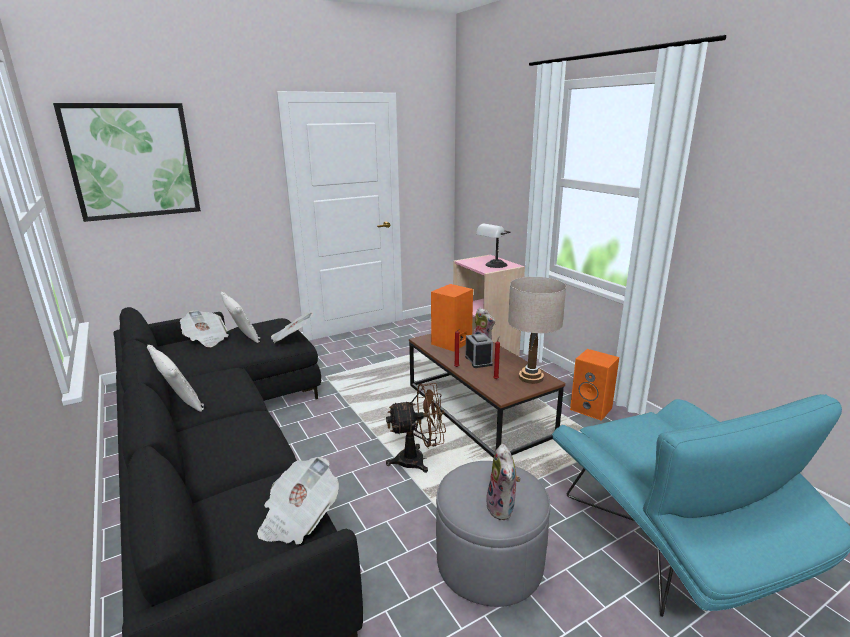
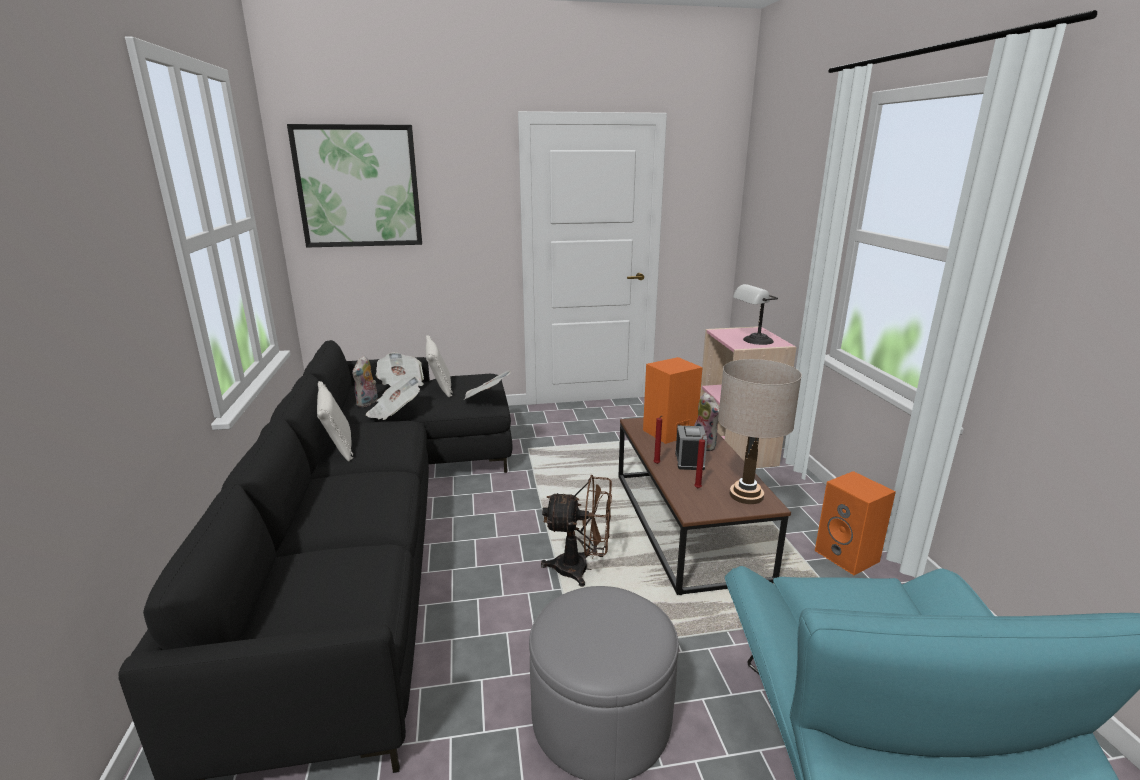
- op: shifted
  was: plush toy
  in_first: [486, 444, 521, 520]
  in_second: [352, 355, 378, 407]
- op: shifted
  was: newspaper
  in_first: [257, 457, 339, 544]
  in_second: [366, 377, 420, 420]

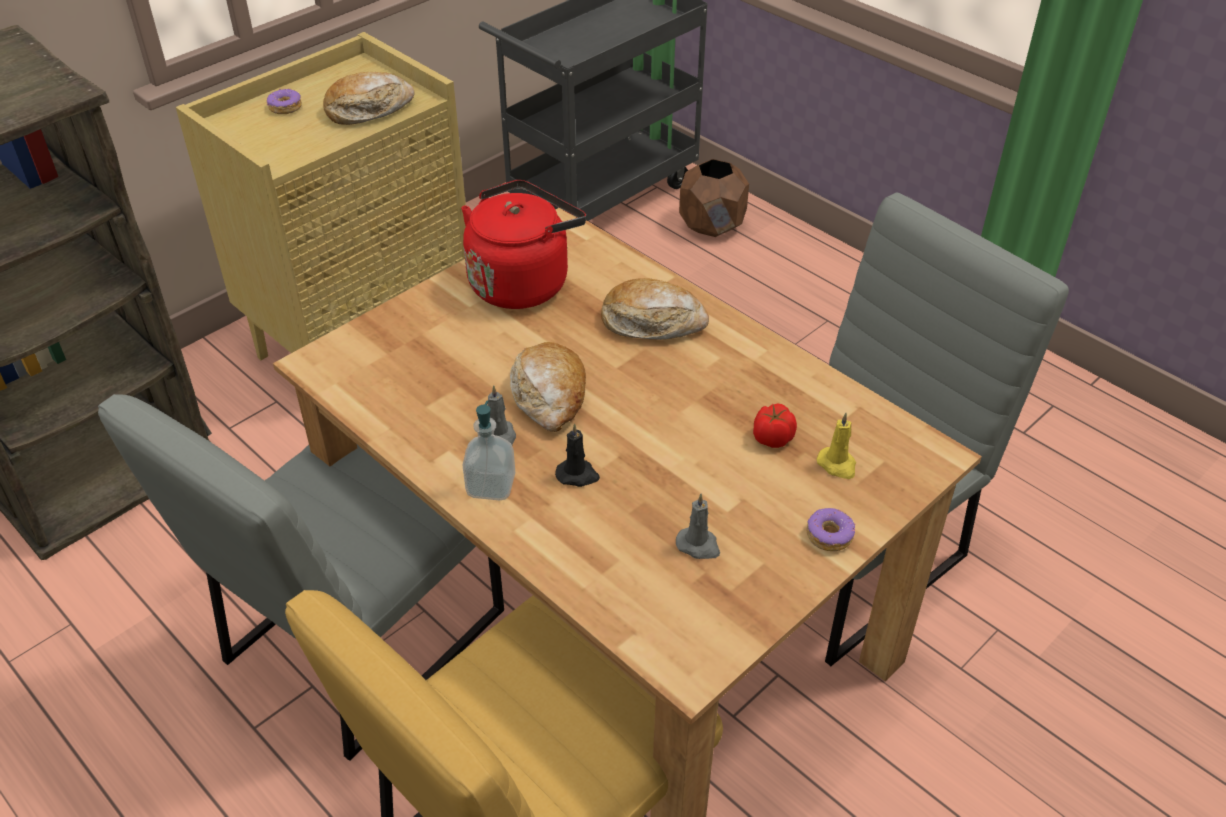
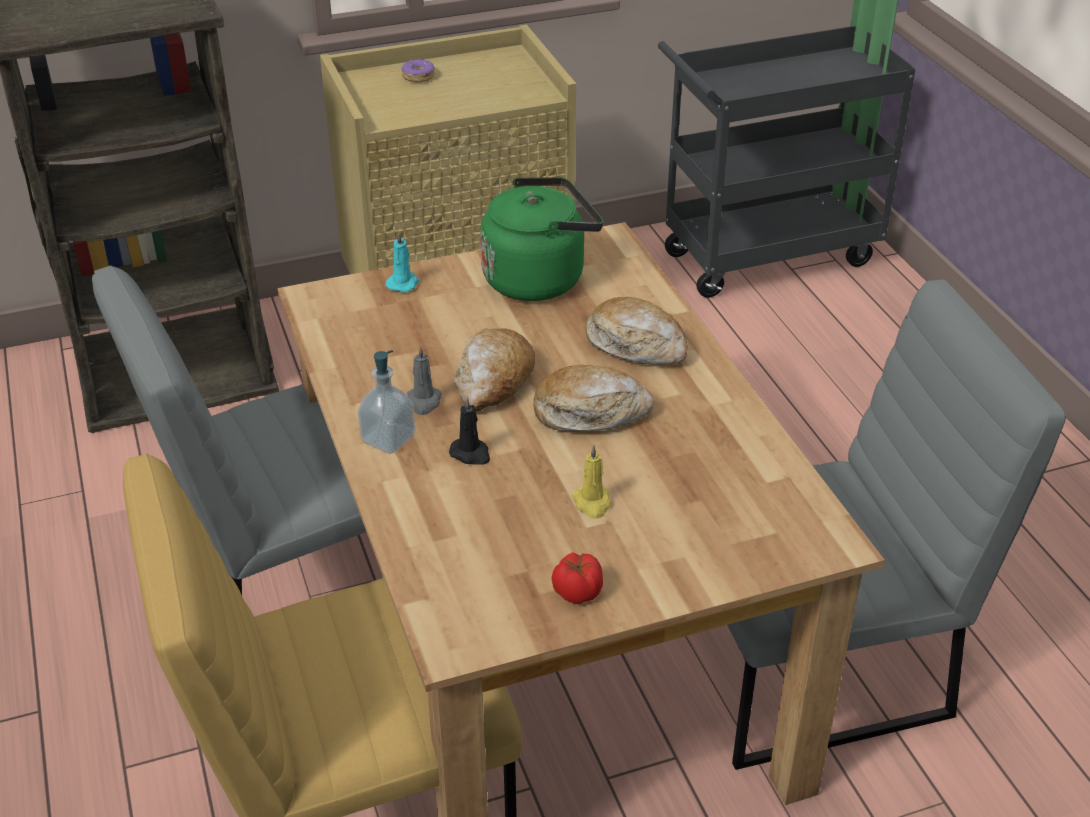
- op: new
  now: turquoise candle
  in_second: [385, 232, 419, 292]
- op: repainted
  was: red kettle
  now: green kettle
  in_first: [461, 180, 586, 309]
  in_second: [480, 177, 603, 301]
- op: shifted
  was: bread
  in_first: [323, 72, 415, 125]
  in_second: [533, 365, 654, 431]
- op: shifted
  was: tomato
  in_first: [753, 404, 797, 448]
  in_second: [551, 552, 603, 604]
- op: shifted
  was: yellow candle
  in_first: [817, 413, 856, 479]
  in_second: [572, 445, 611, 519]
- op: gone
  was: grey candle
  in_first: [676, 494, 720, 559]
- op: gone
  was: brown planter
  in_first: [679, 159, 749, 237]
- op: gone
  was: donut
  in_first: [807, 508, 855, 551]

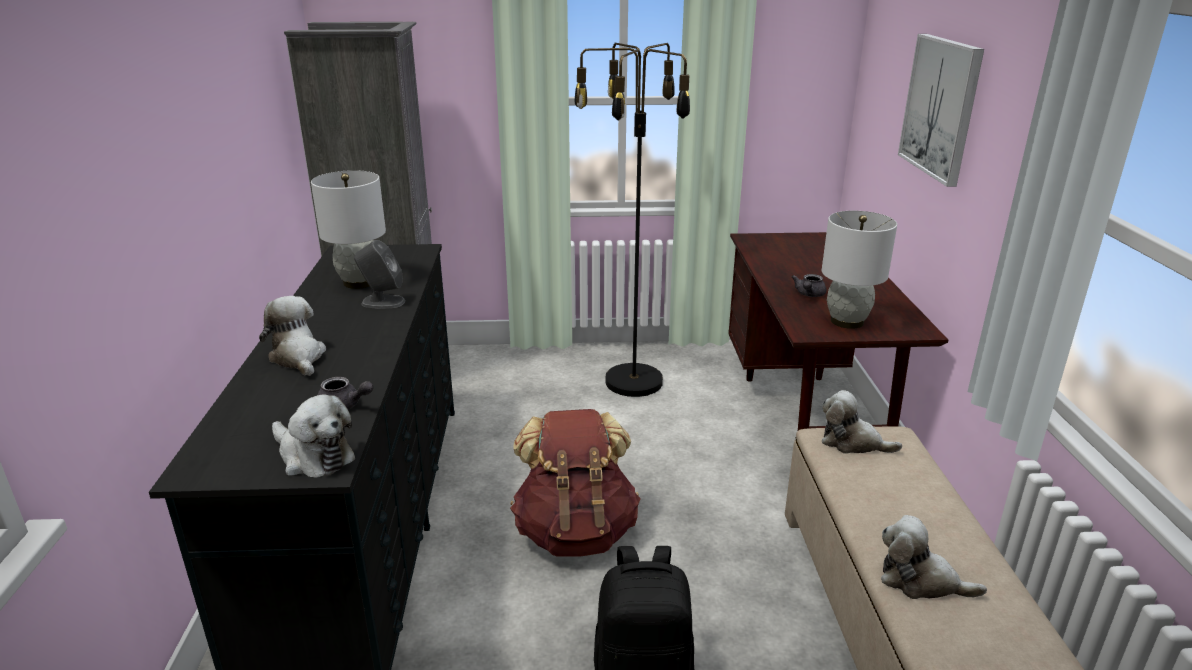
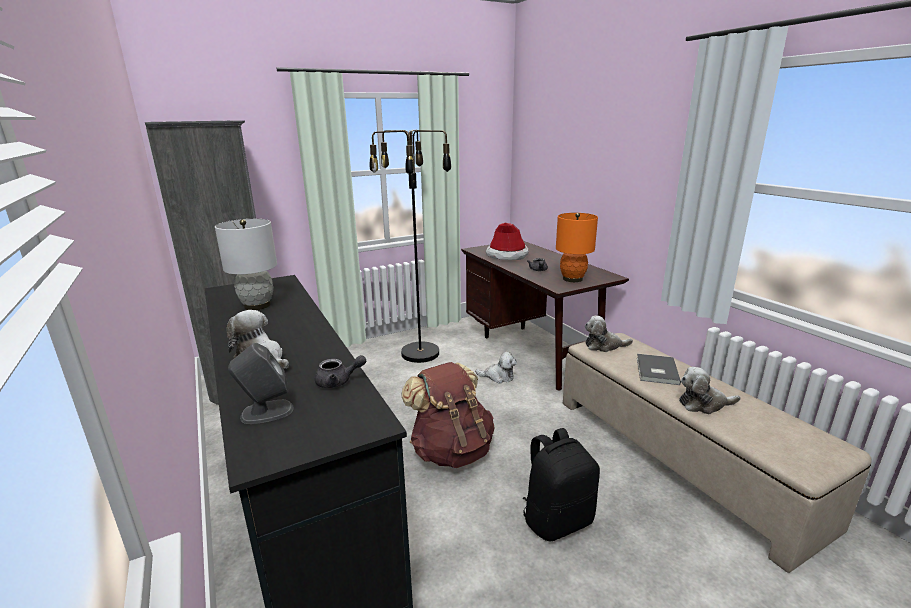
- op: shifted
  was: grey speaker
  in_first: [354, 240, 405, 309]
  in_second: [228, 343, 294, 424]
- op: shifted
  was: plush toy
  in_first: [272, 394, 355, 478]
  in_second: [475, 352, 517, 384]
- op: new
  now: hat
  in_second: [486, 223, 529, 260]
- op: repainted
  was: white table lamp
  now: orange table lamp
  in_first: [822, 211, 897, 329]
  in_second: [556, 213, 598, 282]
- op: new
  now: grey book
  in_second: [637, 354, 681, 385]
- op: gone
  was: picture
  in_first: [898, 34, 984, 187]

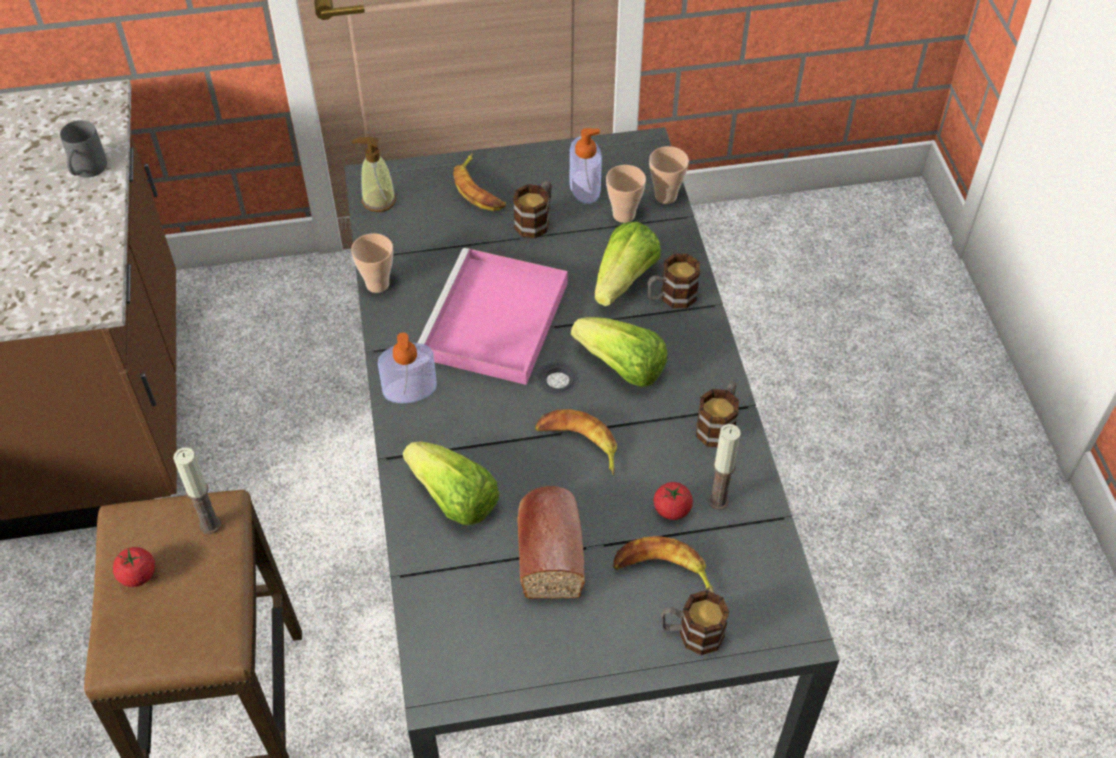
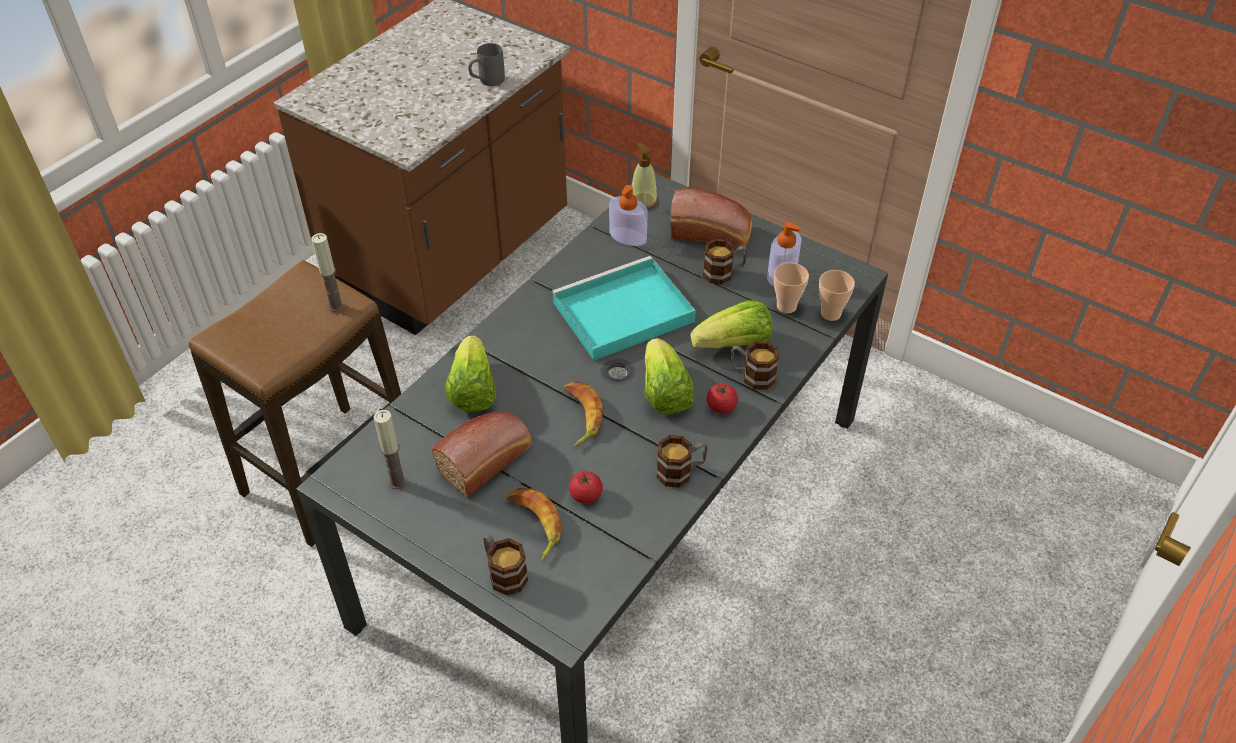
- op: shifted
  was: candle
  in_first: [708, 424, 741, 510]
  in_second: [373, 410, 407, 489]
- op: repainted
  was: pink tray
  now: turquoise tray
  in_first: [418, 248, 568, 385]
  in_second: [552, 256, 696, 360]
- op: shifted
  was: soap dispenser
  in_first: [378, 332, 437, 403]
  in_second: [609, 185, 648, 246]
- op: swapped
  was: banana
  now: bread
  in_first: [453, 153, 506, 211]
  in_second: [670, 188, 753, 247]
- op: shifted
  was: tomato
  in_first: [113, 547, 155, 587]
  in_second: [707, 383, 738, 413]
- op: gone
  was: cup
  in_first: [351, 233, 393, 293]

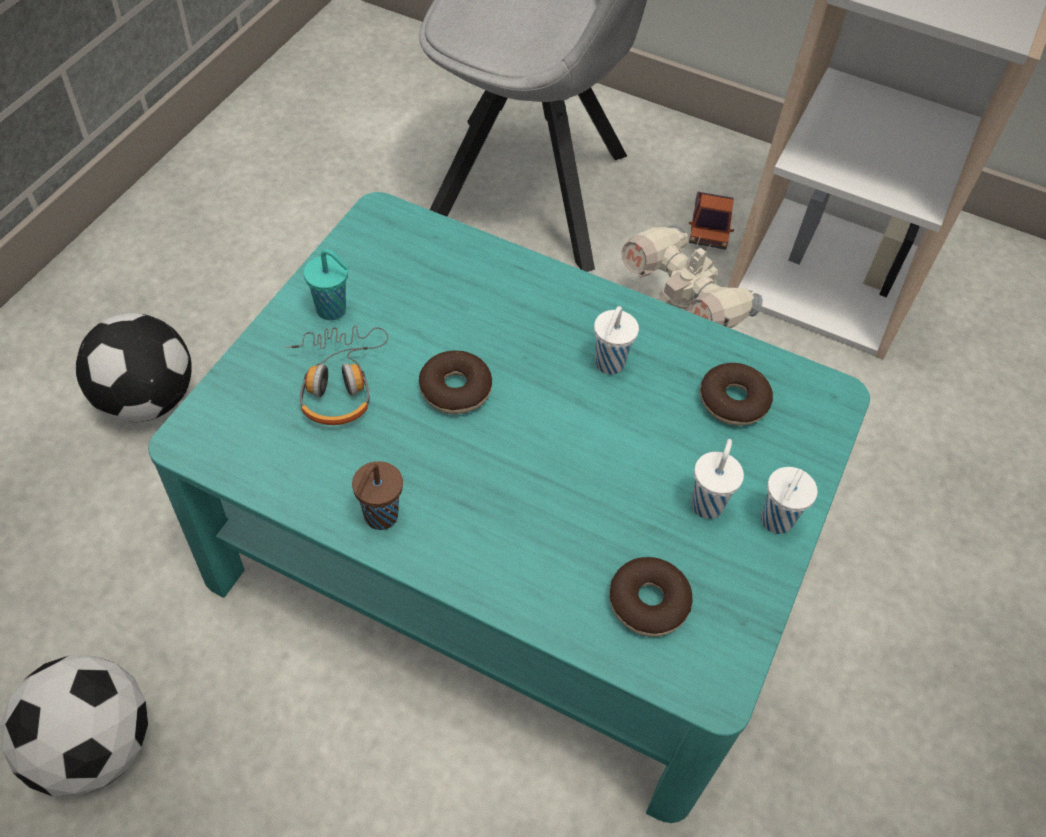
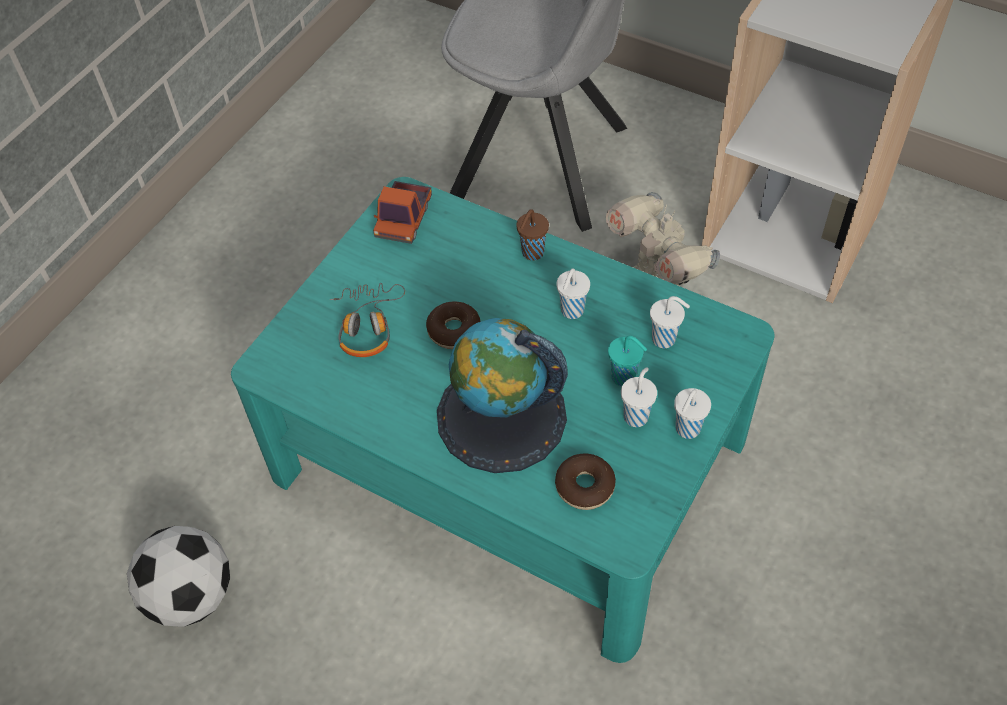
- op: shifted
  was: toy truck
  in_first: [689, 192, 734, 250]
  in_second: [373, 181, 432, 244]
- op: new
  now: globe
  in_second: [437, 318, 568, 473]
- op: shifted
  was: brown cup
  in_first: [352, 461, 403, 530]
  in_second: [516, 209, 549, 260]
- op: shifted
  was: turquoise cup
  in_first: [304, 249, 349, 320]
  in_second: [608, 335, 647, 386]
- op: swapped
  was: donut
  now: white cup
  in_first: [700, 363, 773, 426]
  in_second: [650, 296, 690, 348]
- op: gone
  was: football
  in_first: [76, 313, 192, 422]

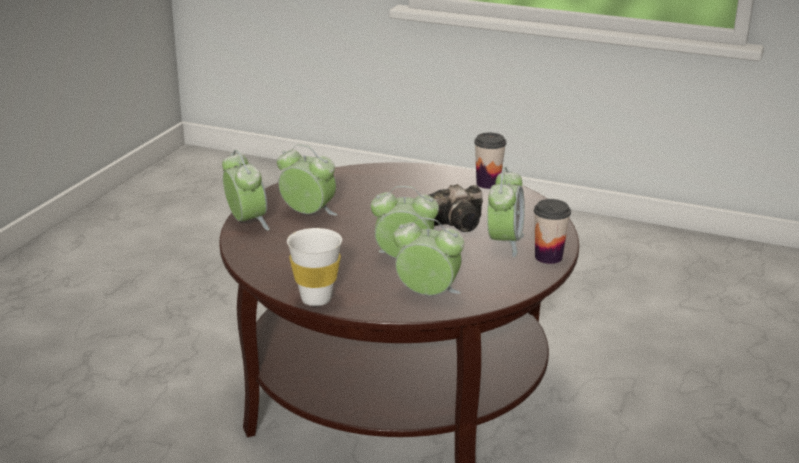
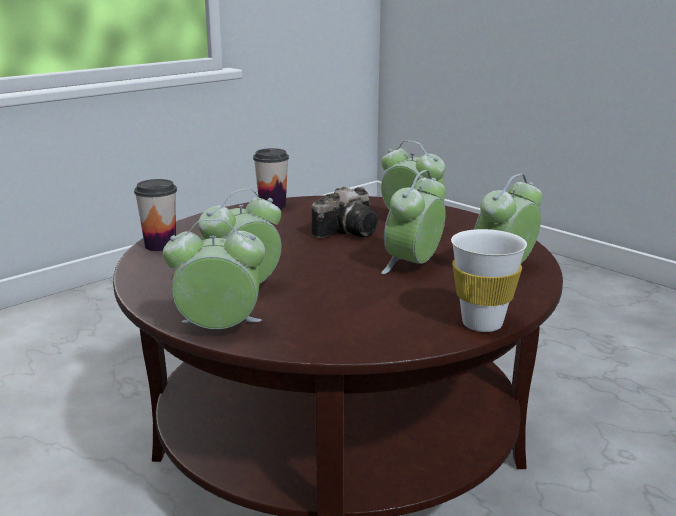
- op: shifted
  was: cup
  in_first: [534, 199, 571, 264]
  in_second: [134, 179, 177, 251]
- op: rotated
  was: photo camera
  in_first: [429, 184, 483, 232]
  in_second: [311, 187, 378, 238]
  clockwise: 45

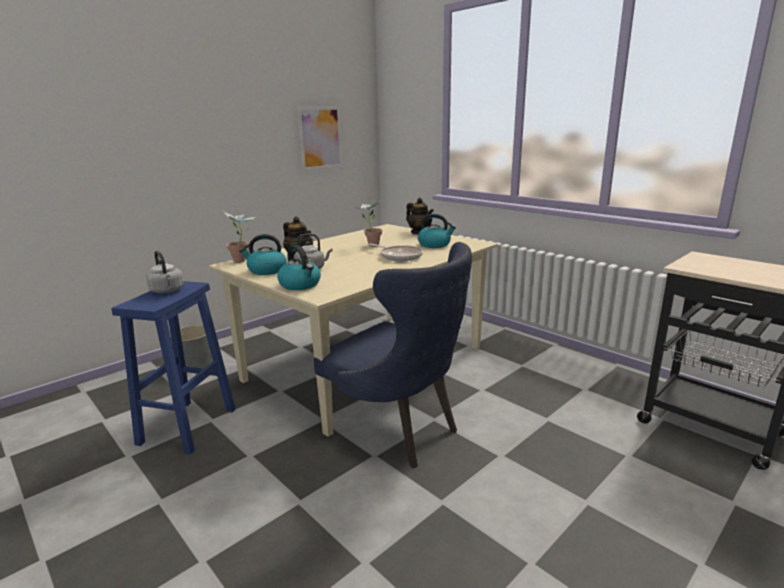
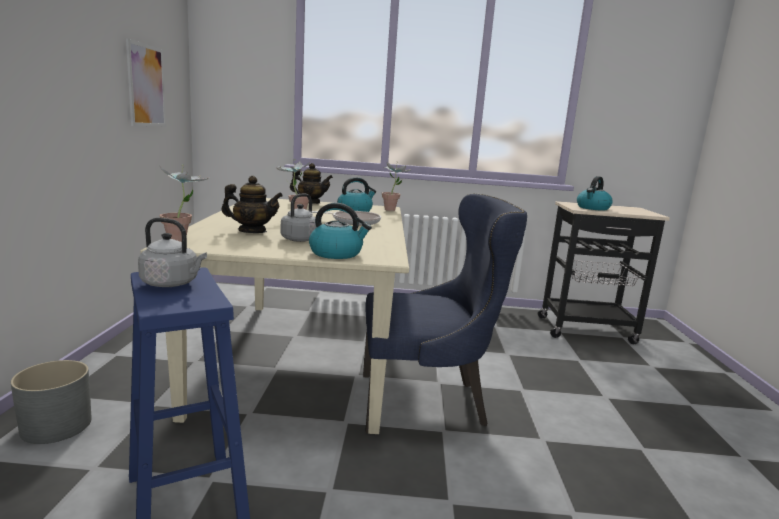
- op: new
  now: potted plant
  in_second: [382, 161, 411, 211]
- op: shifted
  was: kettle
  in_first: [239, 234, 287, 275]
  in_second: [577, 176, 613, 211]

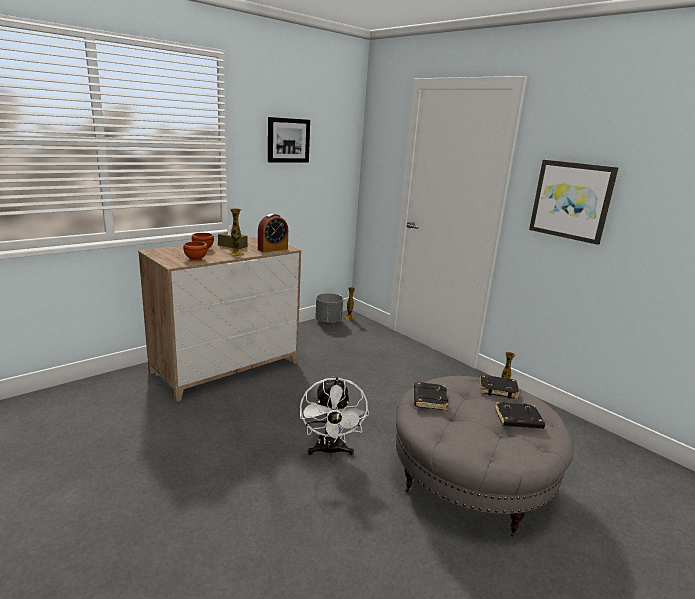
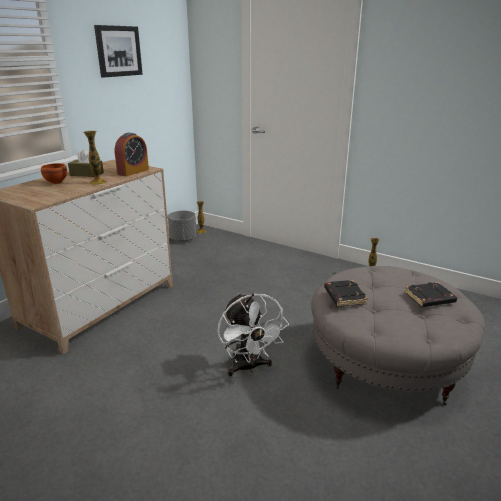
- op: gone
  was: brown bowl
  in_first: [183, 241, 208, 261]
- op: gone
  was: black book
  in_first: [479, 374, 520, 399]
- op: gone
  was: picture
  in_first: [529, 160, 618, 245]

